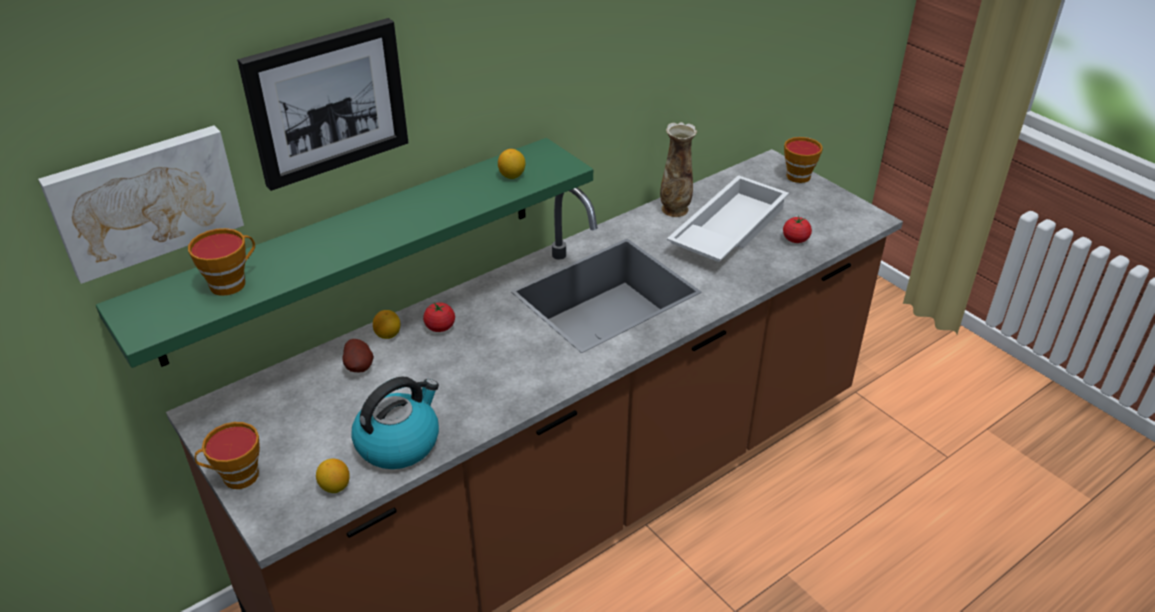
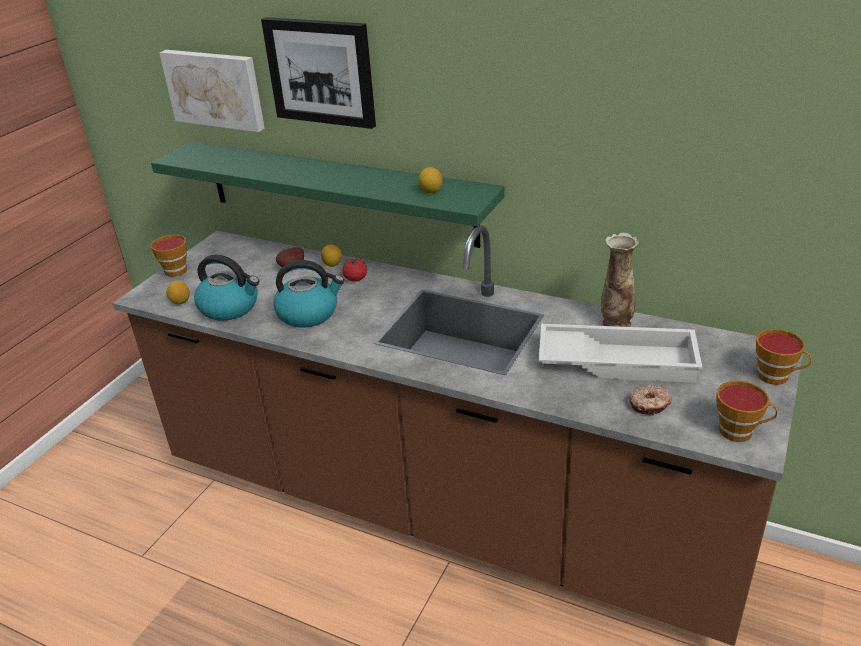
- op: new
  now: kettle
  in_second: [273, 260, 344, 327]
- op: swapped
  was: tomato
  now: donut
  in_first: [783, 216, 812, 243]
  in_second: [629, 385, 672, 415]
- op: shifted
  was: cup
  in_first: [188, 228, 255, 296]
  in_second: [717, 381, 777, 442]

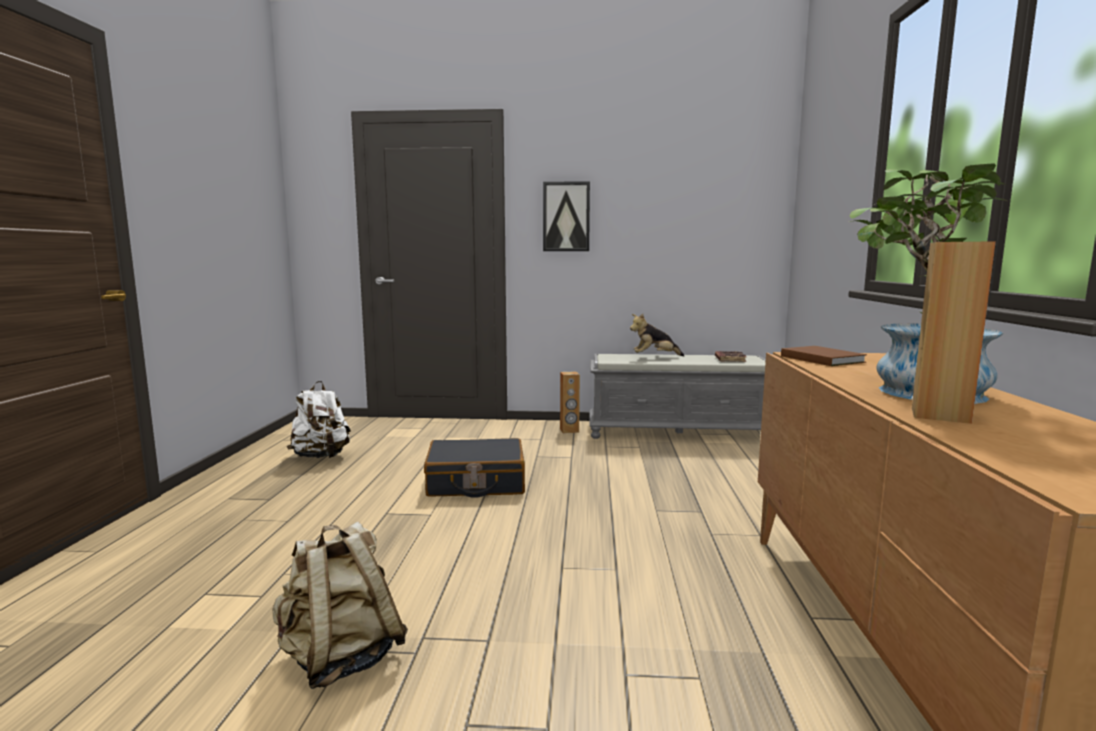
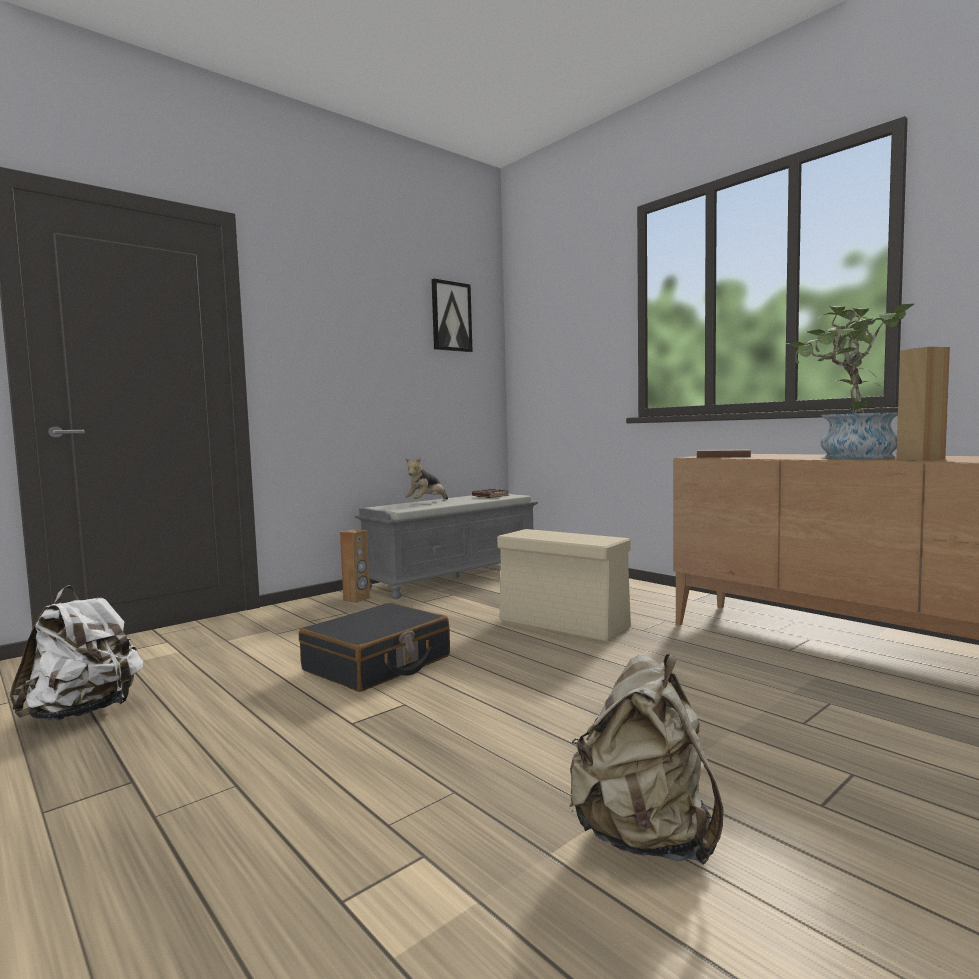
- op: shifted
  was: picture
  in_first: [543, 181, 590, 251]
  in_second: [431, 279, 473, 352]
- op: new
  now: beige storage box
  in_second: [497, 529, 631, 642]

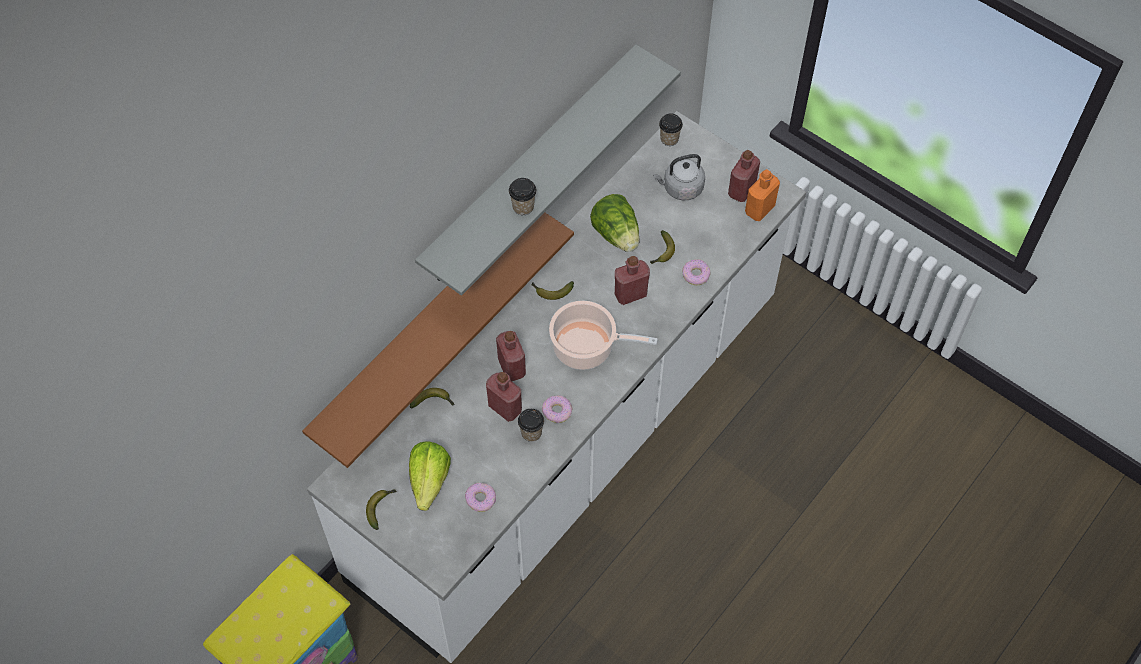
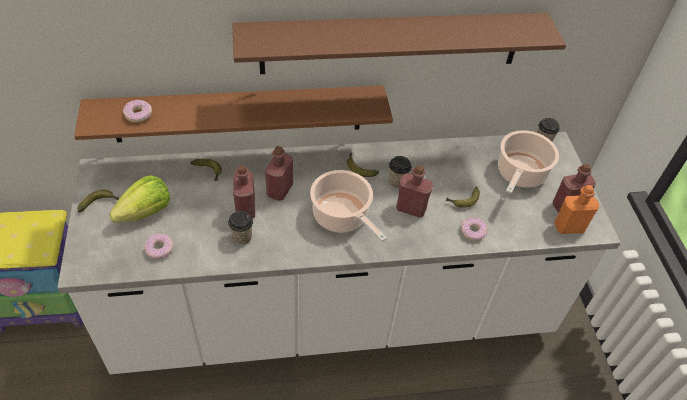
- op: shifted
  was: donut
  in_first: [542, 396, 572, 423]
  in_second: [123, 100, 152, 123]
- op: repainted
  was: grey shelf
  now: brown shelf
  in_first: [415, 44, 681, 296]
  in_second: [232, 12, 566, 74]
- op: shifted
  was: cup
  in_first: [509, 178, 536, 215]
  in_second: [389, 156, 412, 188]
- op: swapped
  was: grey kettle
  now: cooking pot
  in_first: [653, 154, 705, 200]
  in_second: [498, 130, 559, 194]
- op: gone
  was: lettuce
  in_first: [590, 194, 640, 252]

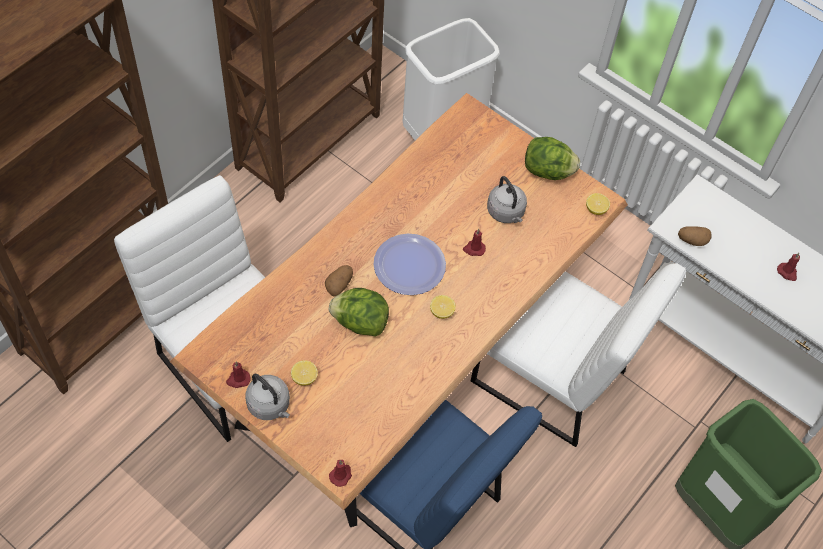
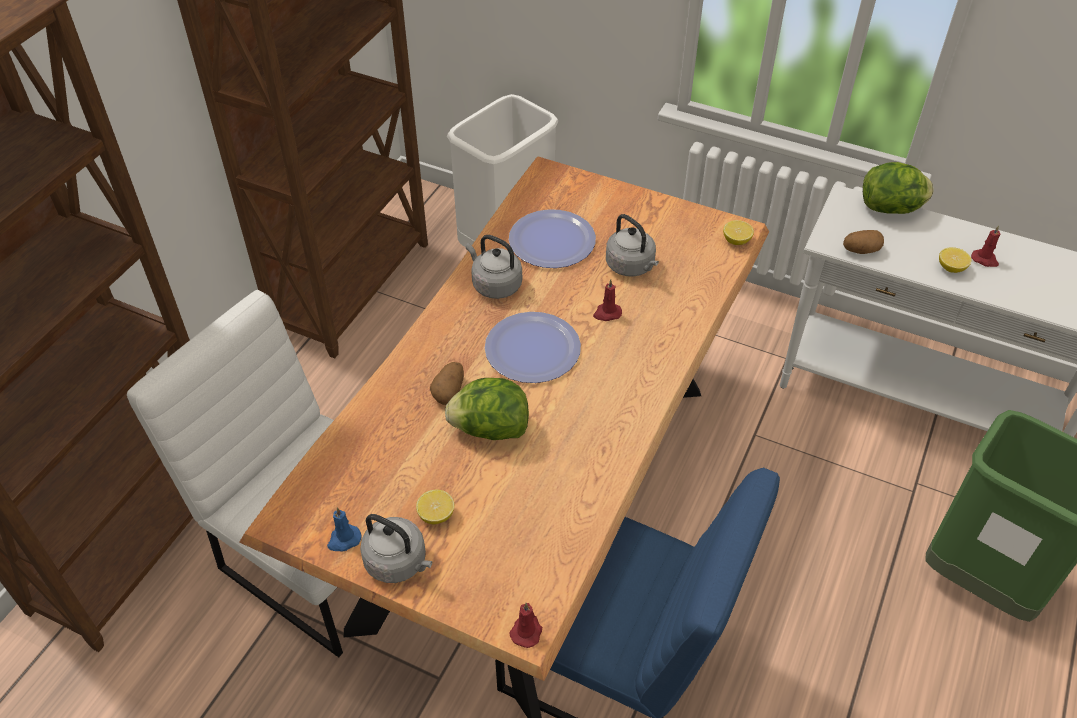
- op: repainted
  was: red candle
  now: blue candle
  in_first: [226, 362, 251, 388]
  in_second: [327, 507, 362, 552]
- op: new
  now: grey kettle
  in_second: [466, 235, 522, 299]
- op: new
  now: plate
  in_second: [509, 209, 596, 268]
- op: shifted
  was: lettuce
  in_first: [525, 137, 580, 180]
  in_second: [863, 162, 934, 214]
- op: shifted
  was: lemon
  in_first: [430, 295, 456, 319]
  in_second: [939, 247, 971, 273]
- op: gone
  was: white chair
  in_first: [471, 263, 686, 447]

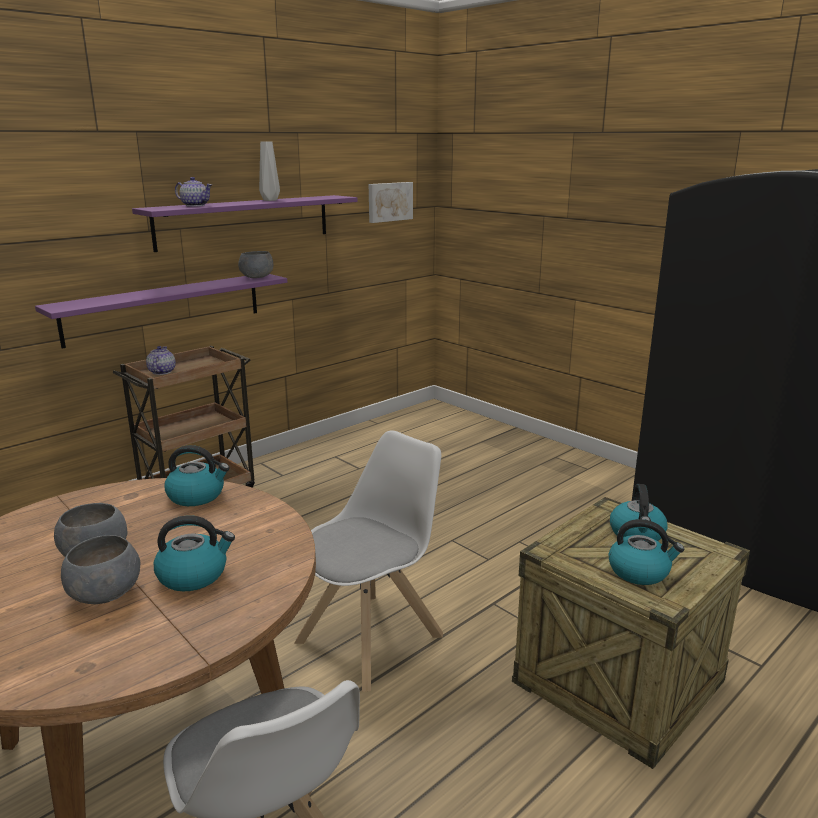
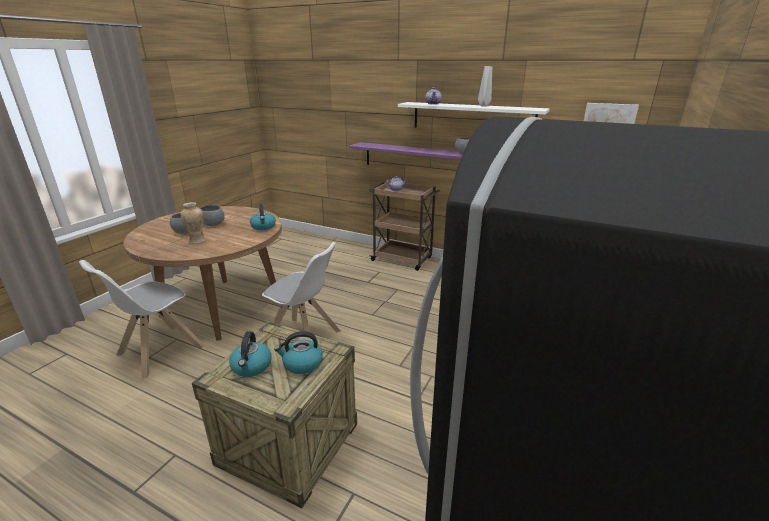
- op: swapped
  was: kettle
  now: vase
  in_first: [154, 515, 235, 591]
  in_second: [180, 202, 206, 244]
- op: repainted
  was: purple shelf
  now: white shelf
  in_first: [132, 195, 358, 252]
  in_second: [398, 102, 550, 128]

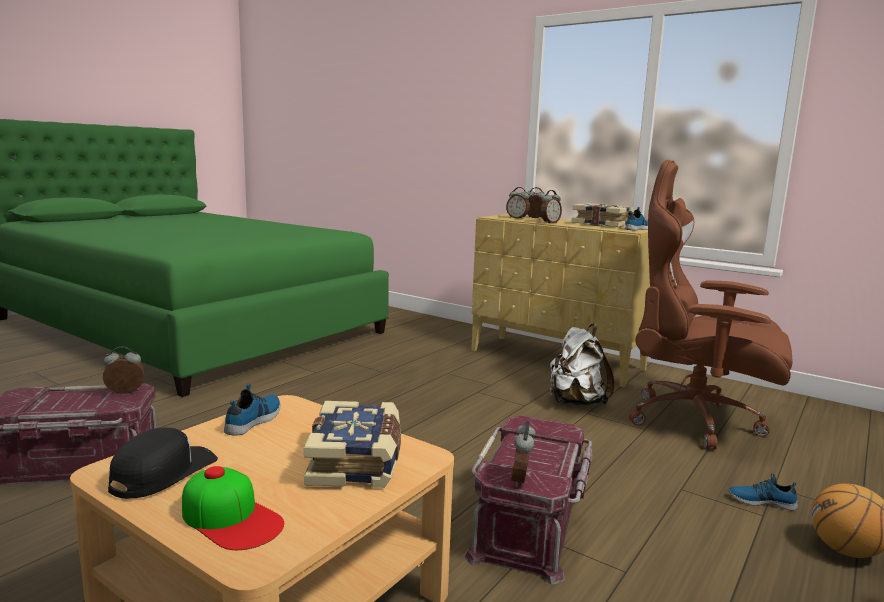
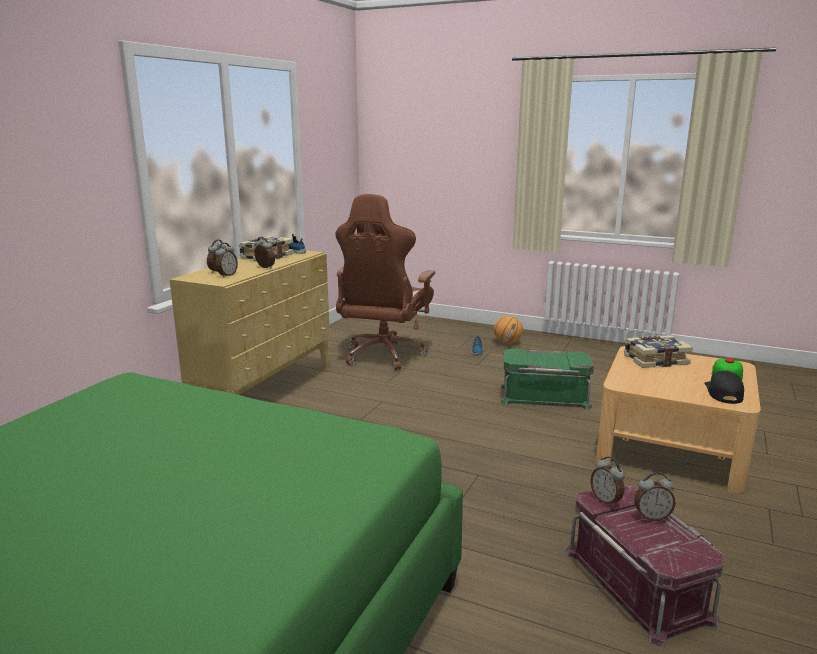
- op: repainted
  was: red storage box
  now: green storage box
  in_first: [465, 416, 593, 585]
  in_second: [500, 349, 594, 410]
- op: shifted
  was: alarm clock
  in_first: [511, 421, 536, 487]
  in_second: [634, 472, 676, 521]
- op: rotated
  was: black cap
  in_first: [108, 428, 218, 499]
  in_second: [704, 371, 744, 404]
  clockwise: 90
- op: gone
  was: shoe
  in_first: [224, 384, 281, 435]
- op: gone
  was: white backpack
  in_first: [550, 324, 614, 406]

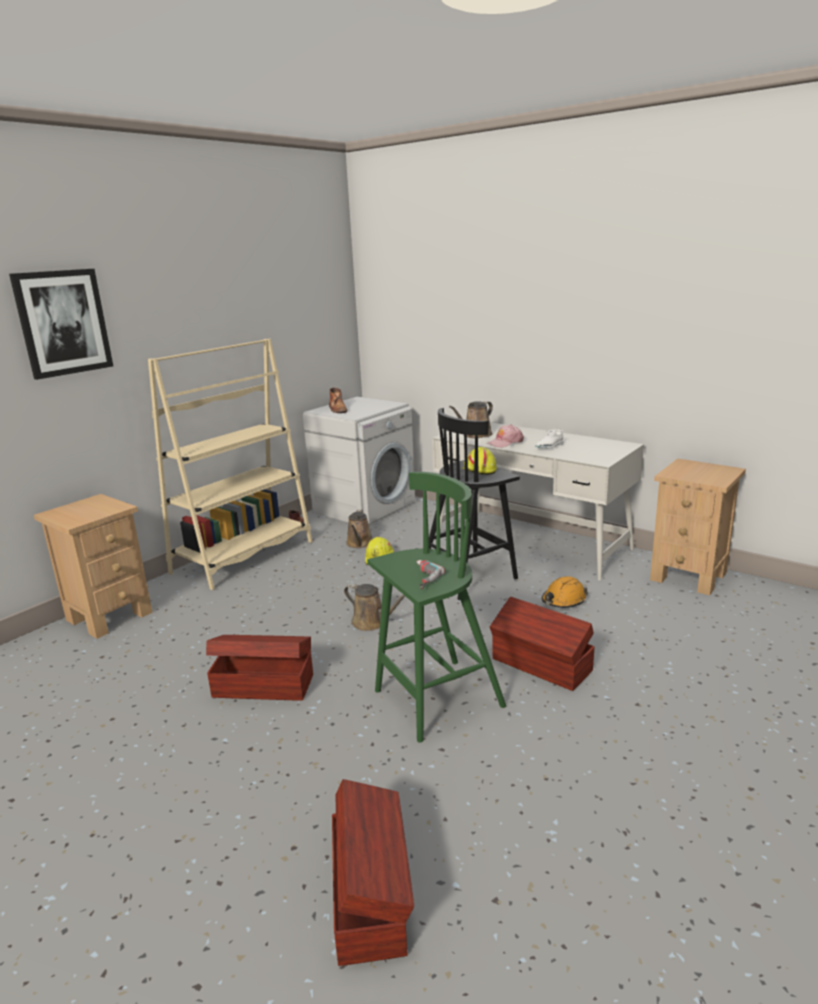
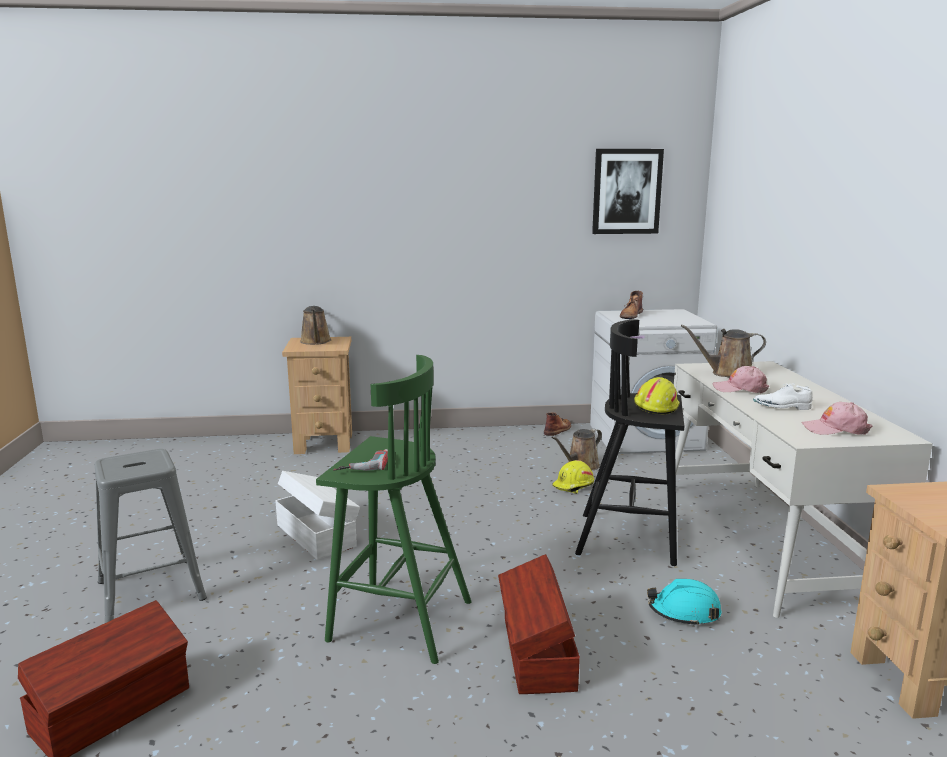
- op: new
  now: grey stool
  in_second: [94, 449, 207, 623]
- op: repainted
  was: brown storage box
  now: white storage box
  in_first: [206, 635, 313, 701]
  in_second: [275, 471, 360, 560]
- op: shifted
  was: brown watering can
  in_first: [344, 583, 405, 631]
  in_second: [300, 306, 331, 345]
- op: shifted
  was: picture
  in_first: [9, 269, 113, 380]
  in_second: [592, 149, 664, 234]
- op: repainted
  was: orange hard hat
  now: turquoise hard hat
  in_first: [542, 576, 588, 608]
  in_second: [647, 579, 721, 627]
- op: new
  now: pink cap
  in_second: [801, 402, 872, 435]
- op: gone
  was: beige bookcase
  in_first: [148, 338, 313, 590]

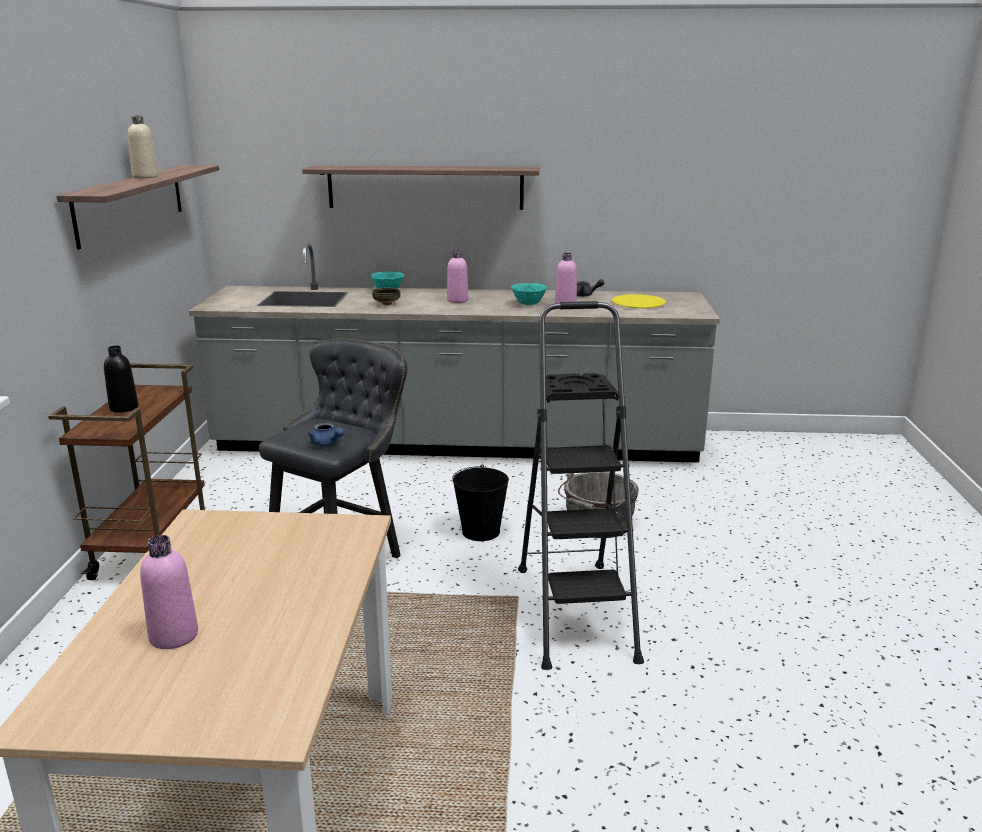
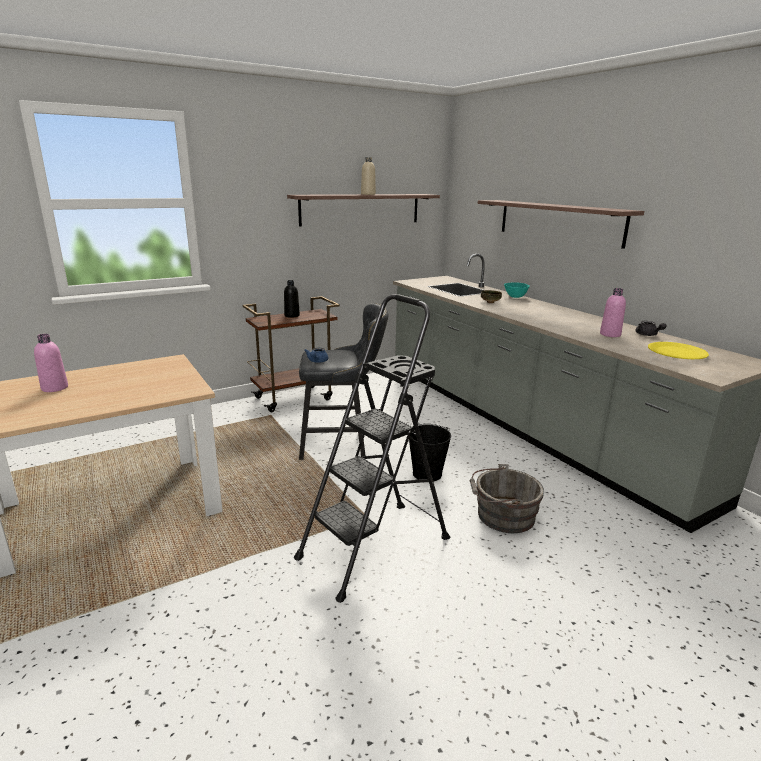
- op: gone
  was: pink bottle
  in_first: [447, 250, 468, 303]
- op: gone
  was: turquoise bowl
  in_first: [511, 283, 547, 305]

